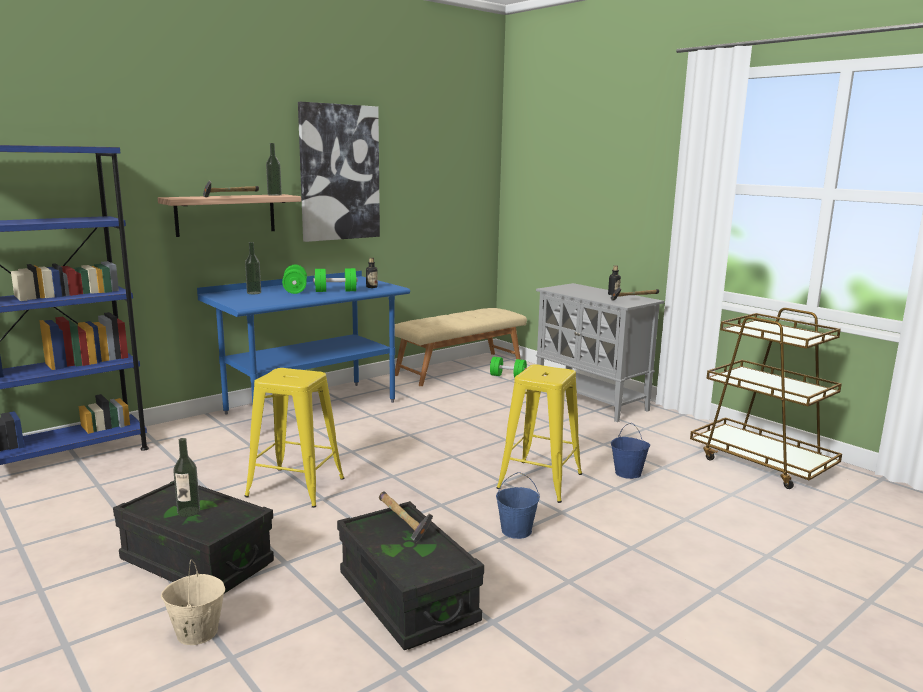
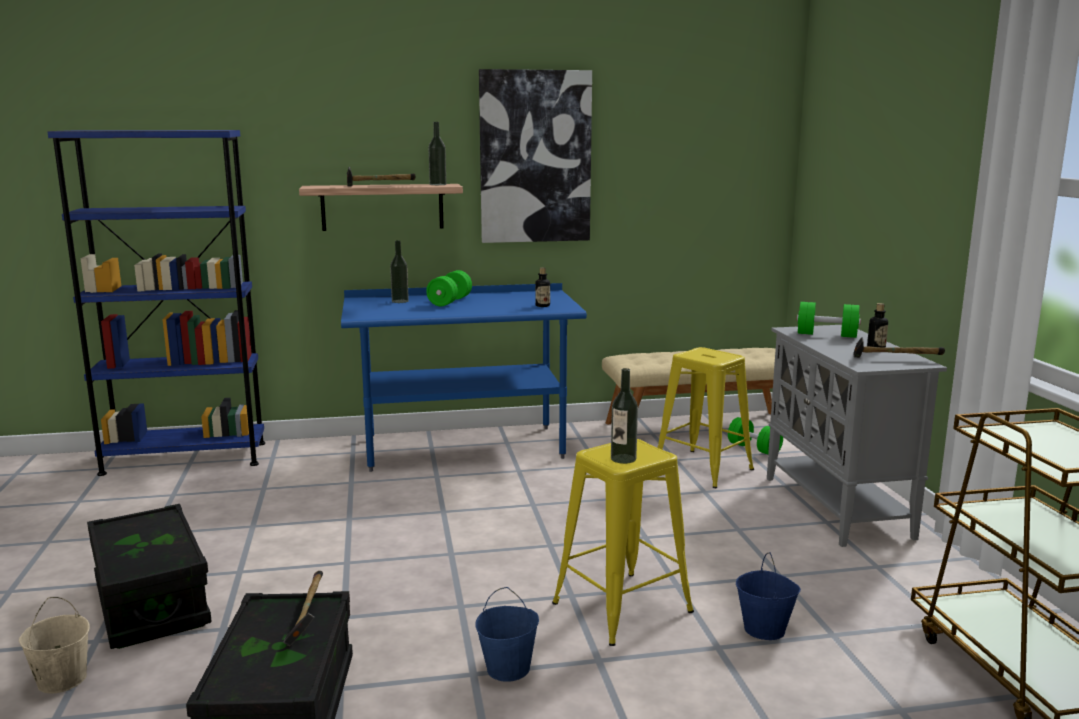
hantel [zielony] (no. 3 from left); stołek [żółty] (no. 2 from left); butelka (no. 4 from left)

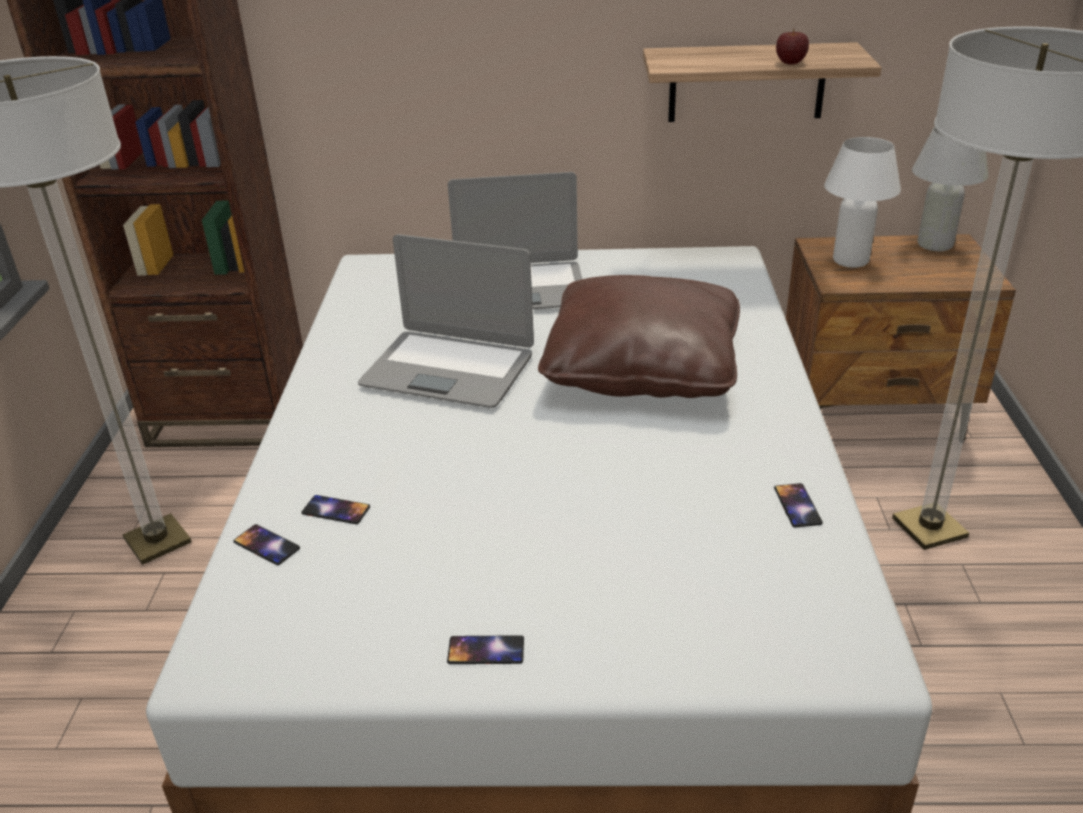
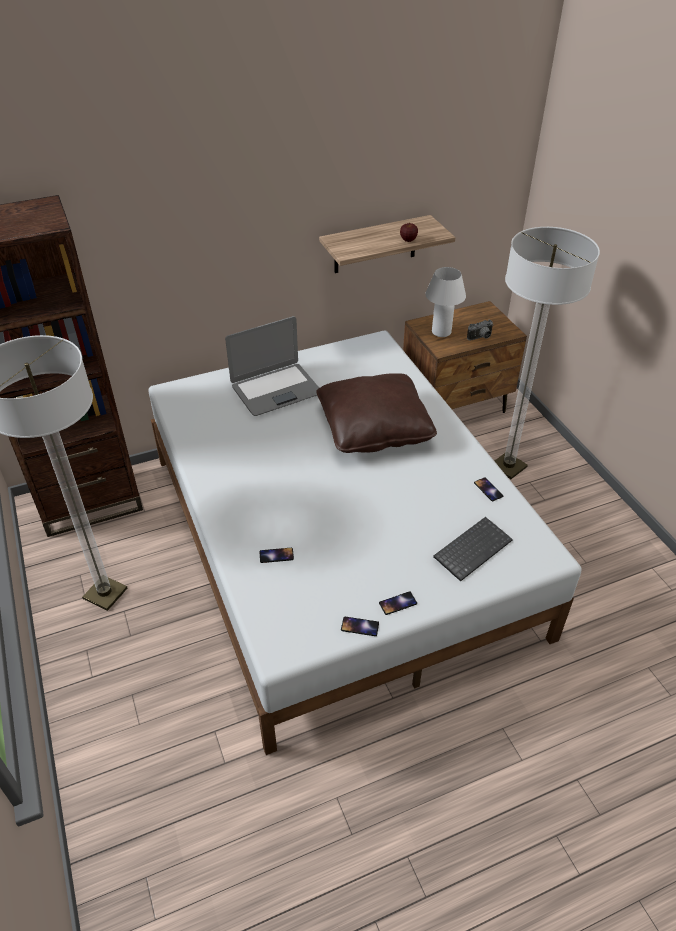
lampa stołowa [biały] (no. 2 from left in the first image); laptop (no. 1 from left in the first image); telefon (no. 2 from left); aparat fotograficzny; klawiatura

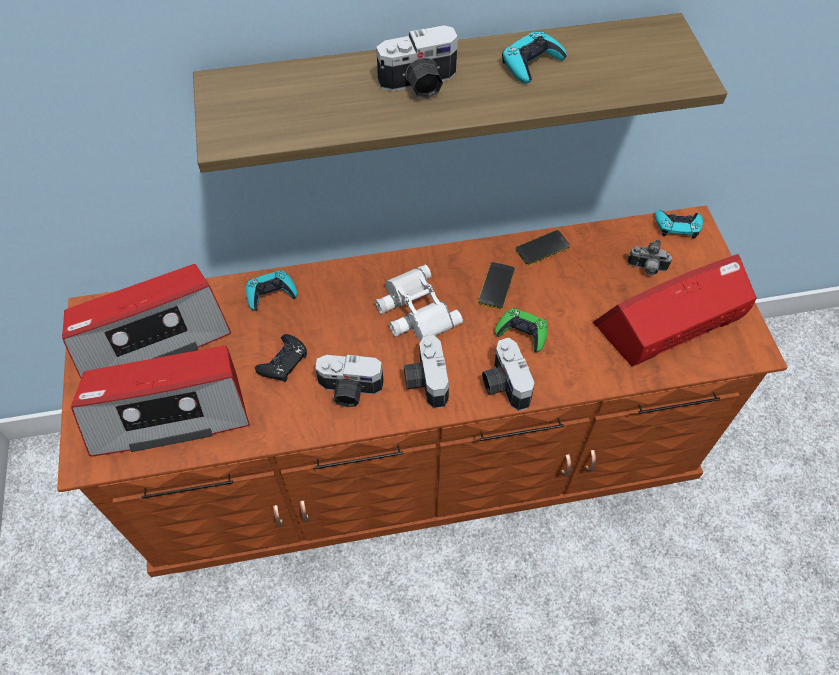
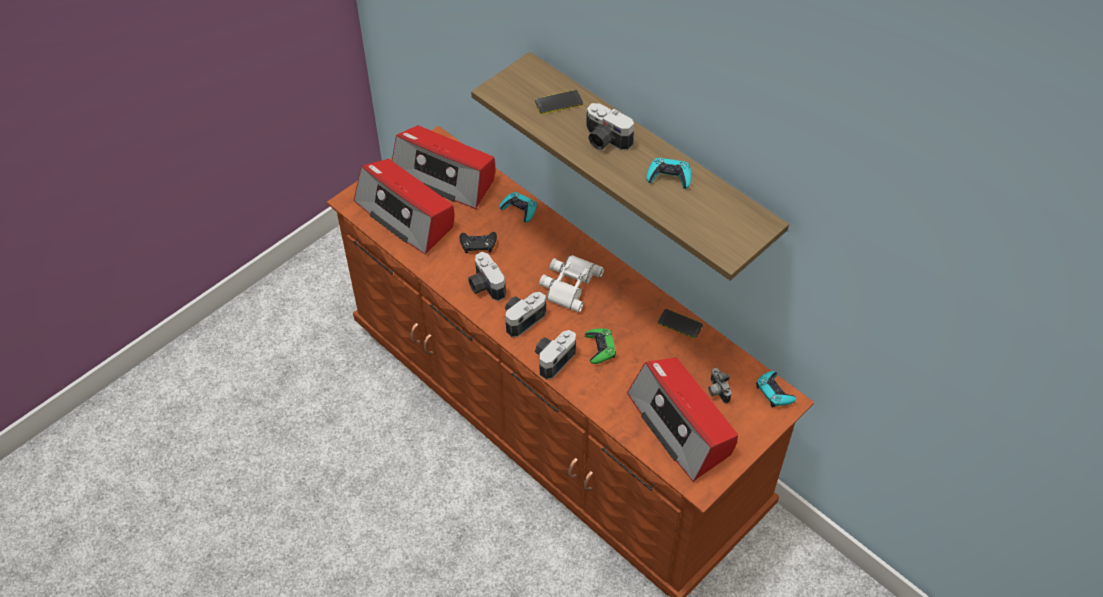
radio (no. 3 from left); telefon (no. 1 from left)

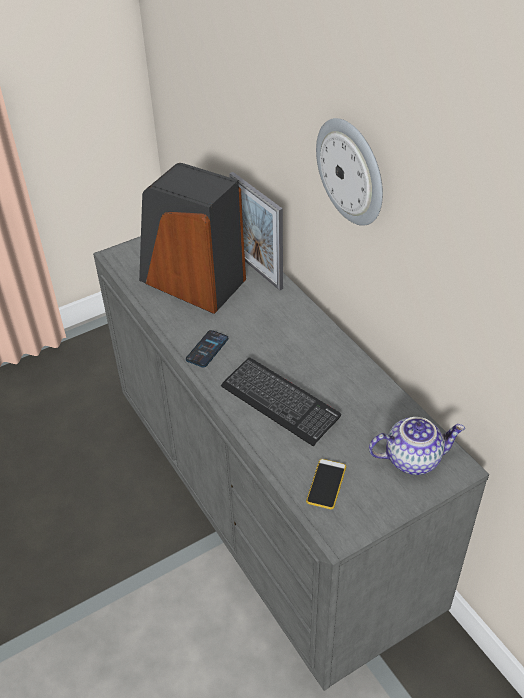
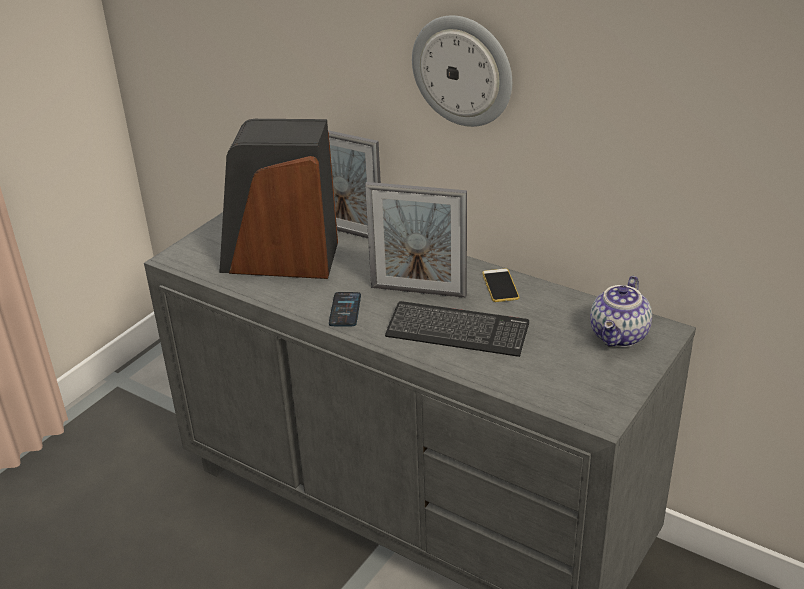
imbryk; telefon (no. 2 from left); ramka na zdjęcie (no. 2 from left)

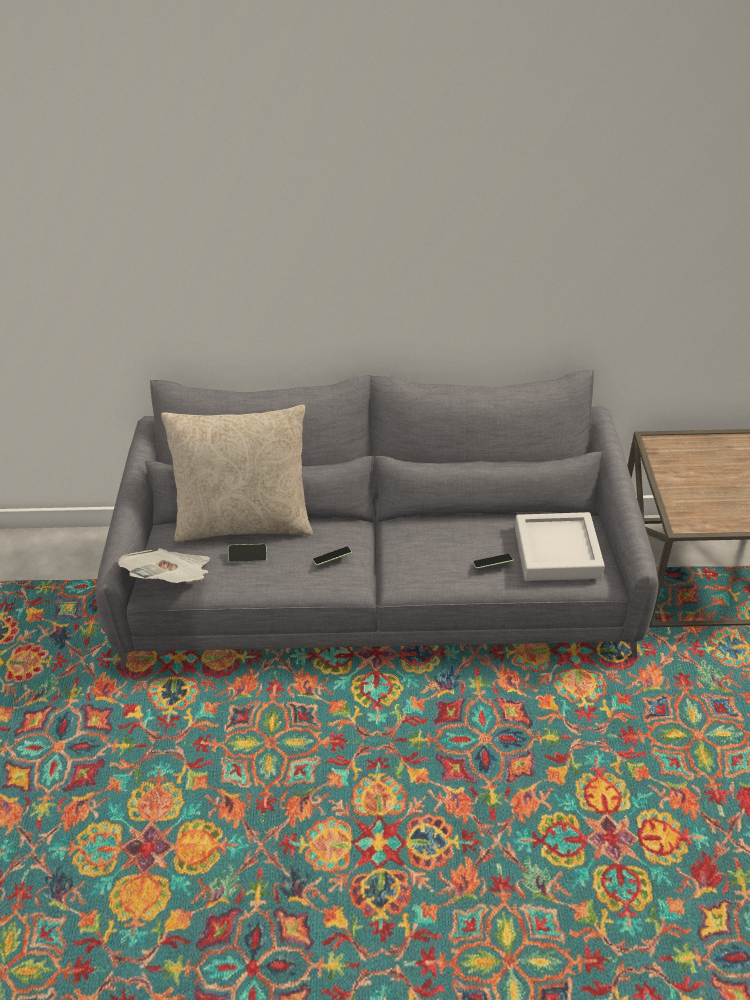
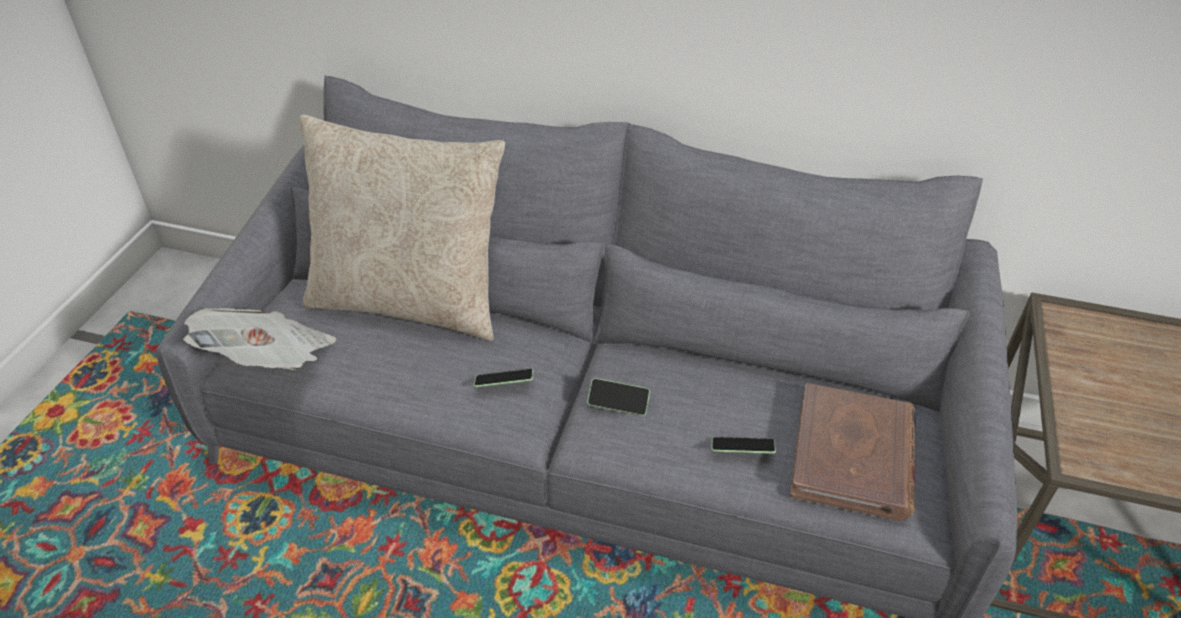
książka [brązowy]; telefon (no. 2 from left)

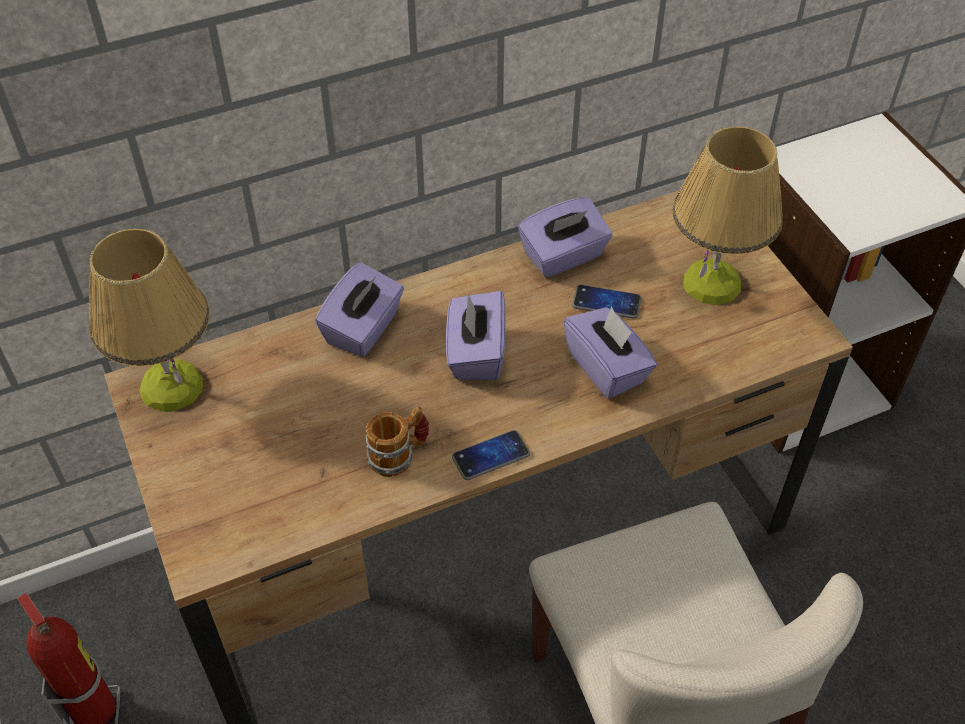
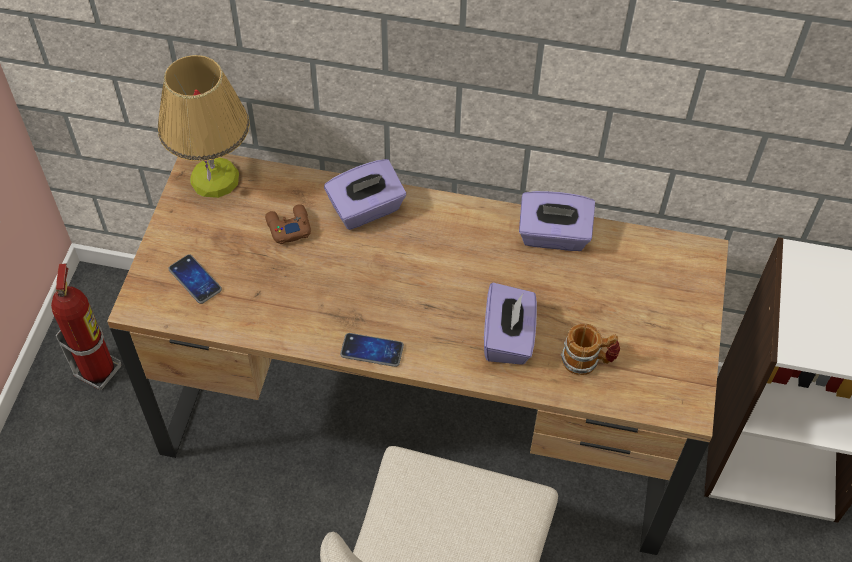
lampa stołowa (no. 2 from left in the first image); telefon (no. 1 from left); pudełko chusteczek [fioletowy] (no. 2 from left in the first image); kubek; pad do gier [brązowy]

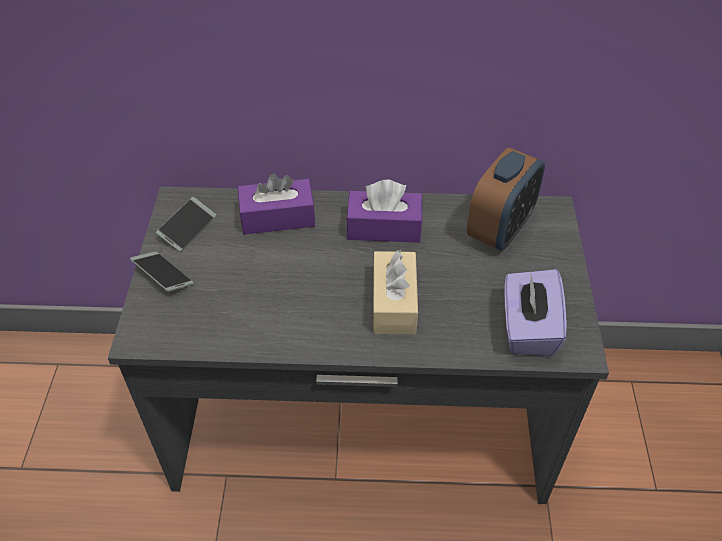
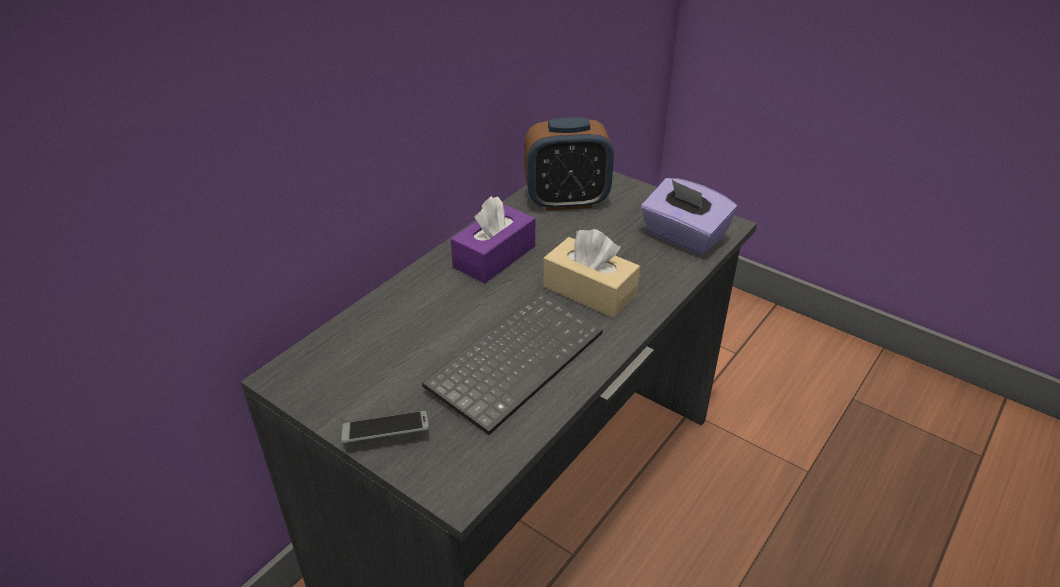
budzik; pudełko chusteczek [fioletowy] (no. 1 from left in the first image); telefon (no. 2 from left in the first image); klawiatura

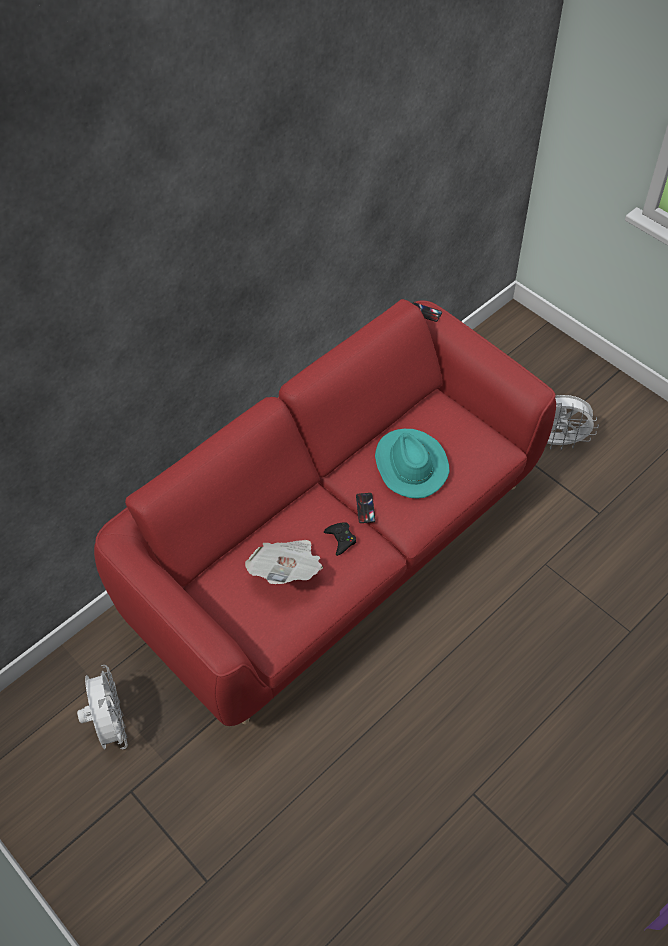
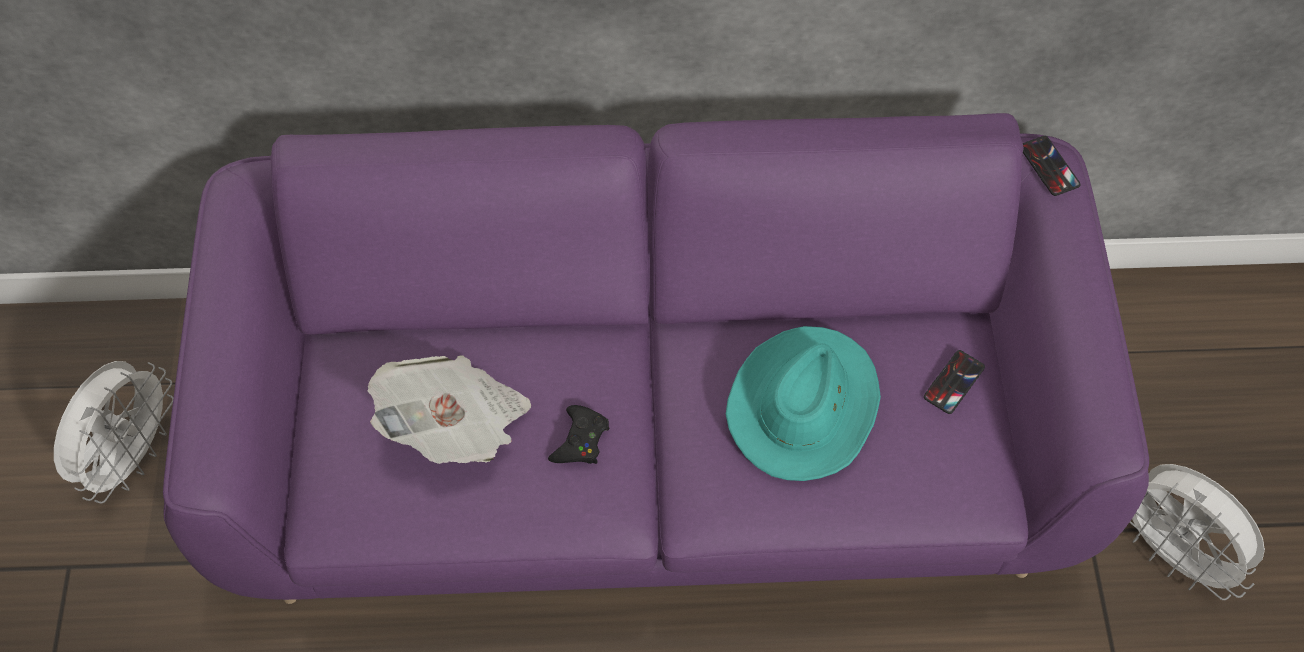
kanapa [fioletowy]; telefon (no. 1 from left)

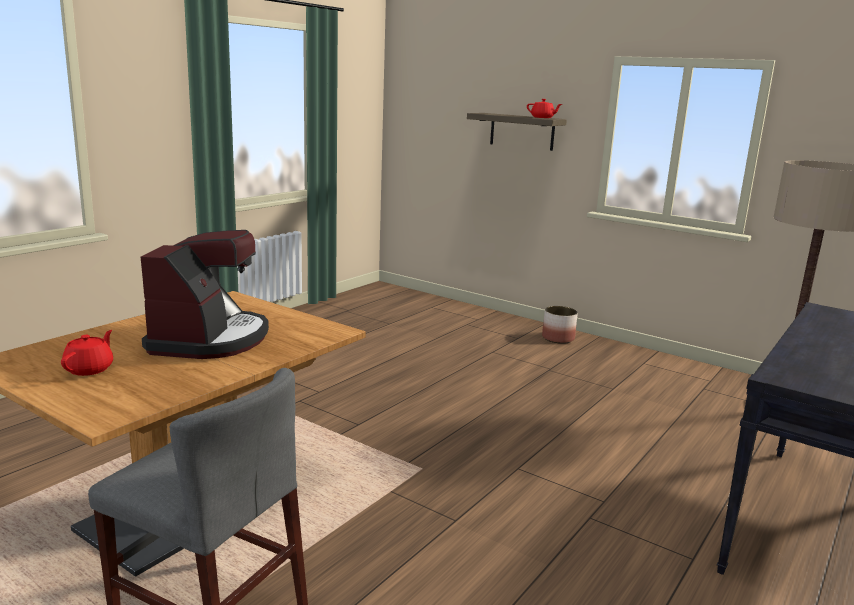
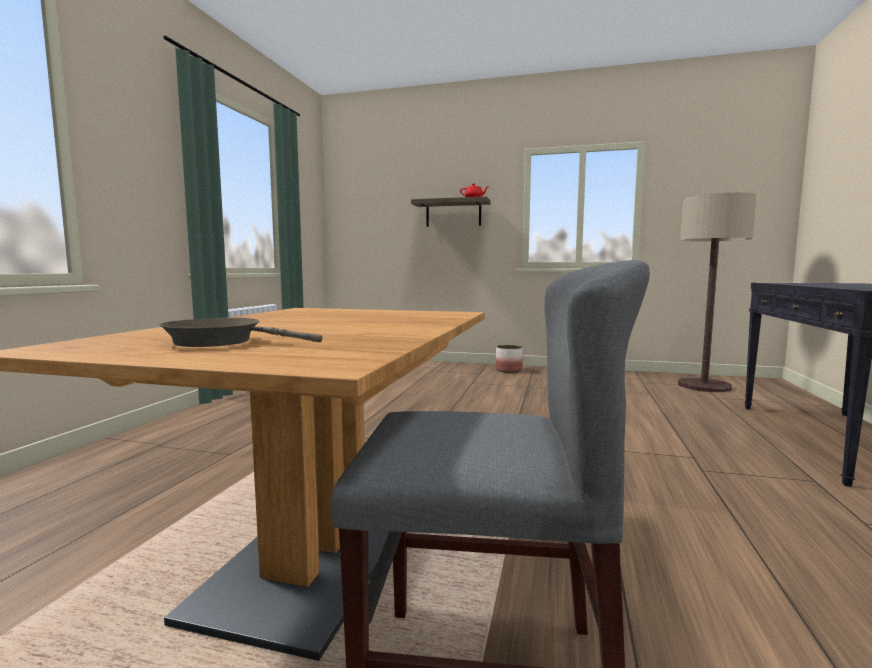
ekspres do kawy; patelnia [brązowy]

